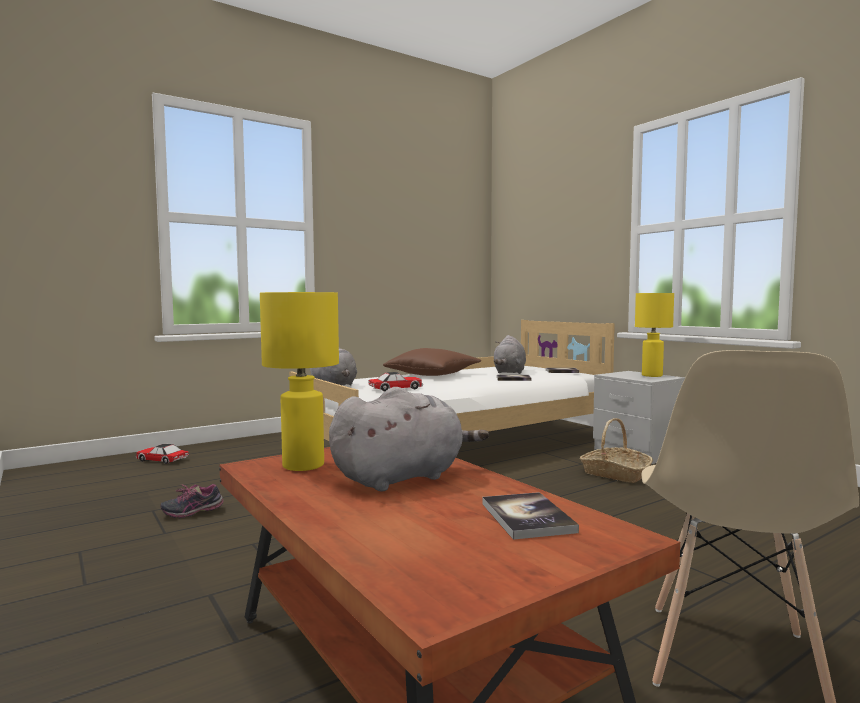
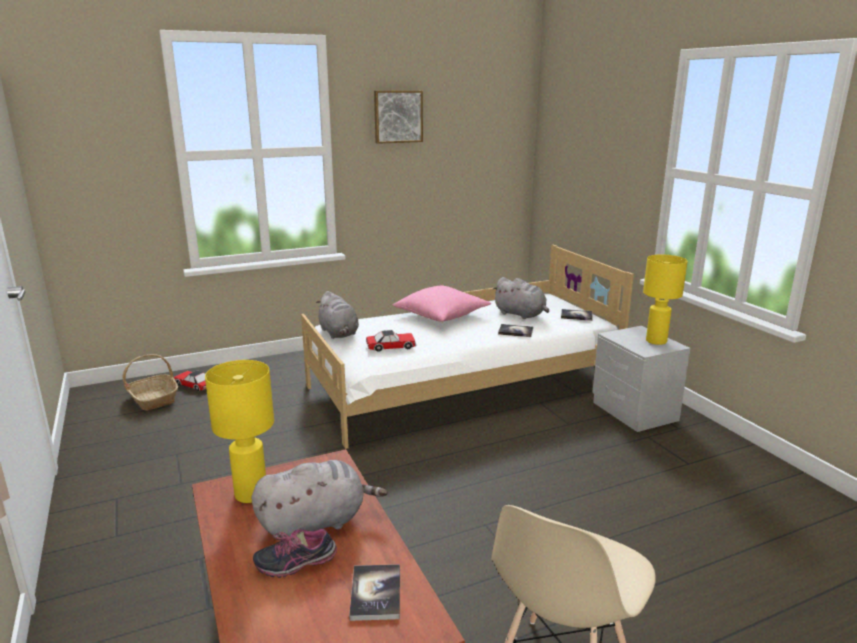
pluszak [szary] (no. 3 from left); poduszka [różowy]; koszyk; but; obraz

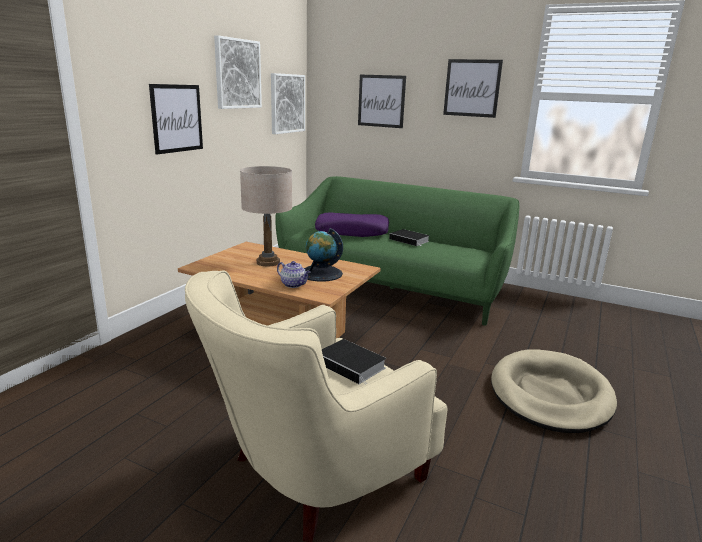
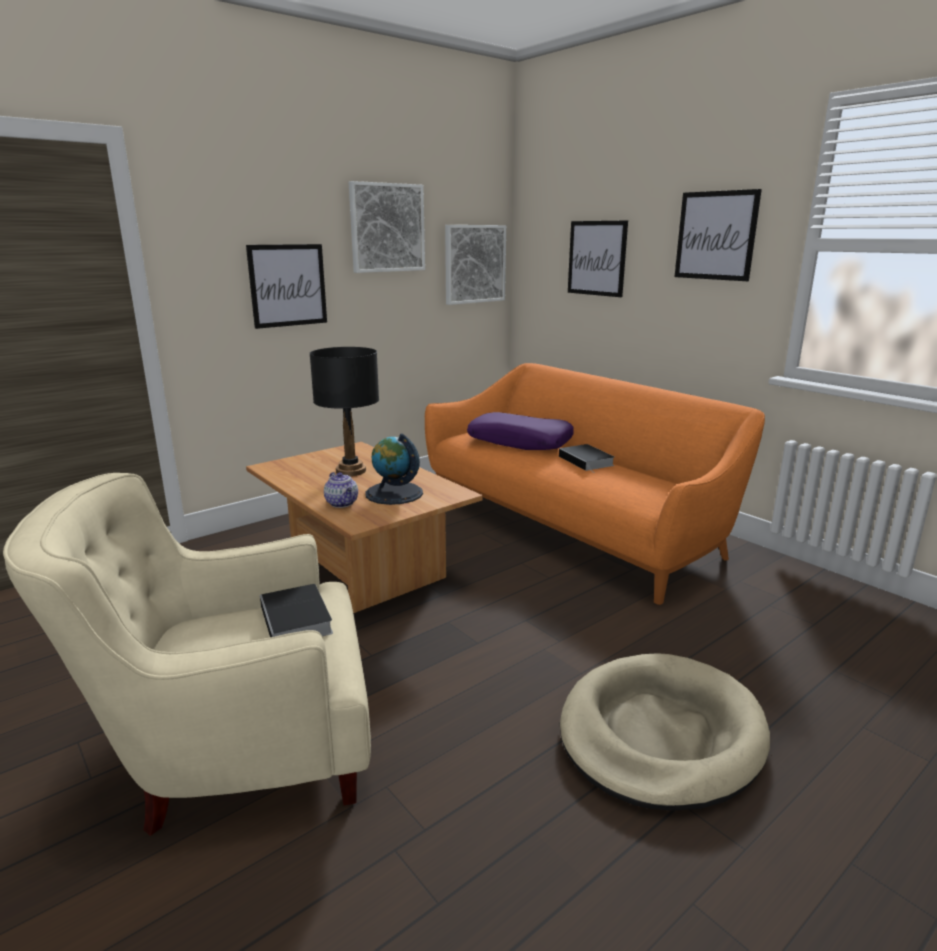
lampa stołowa [czarny]; kanapa [pomarańczowy]

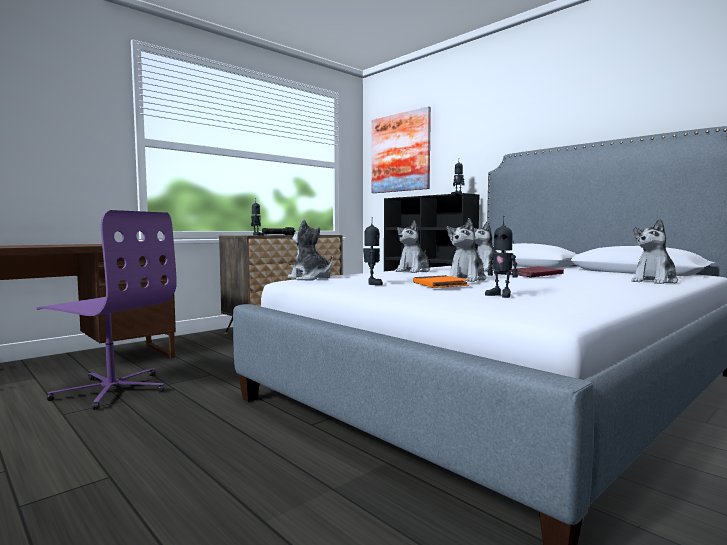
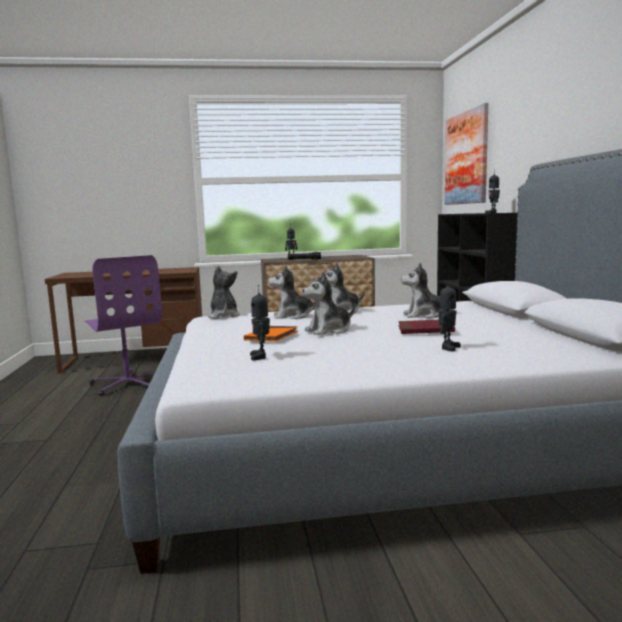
robot zabawkowy (no. 3 from left); pluszak (no. 2 from left)

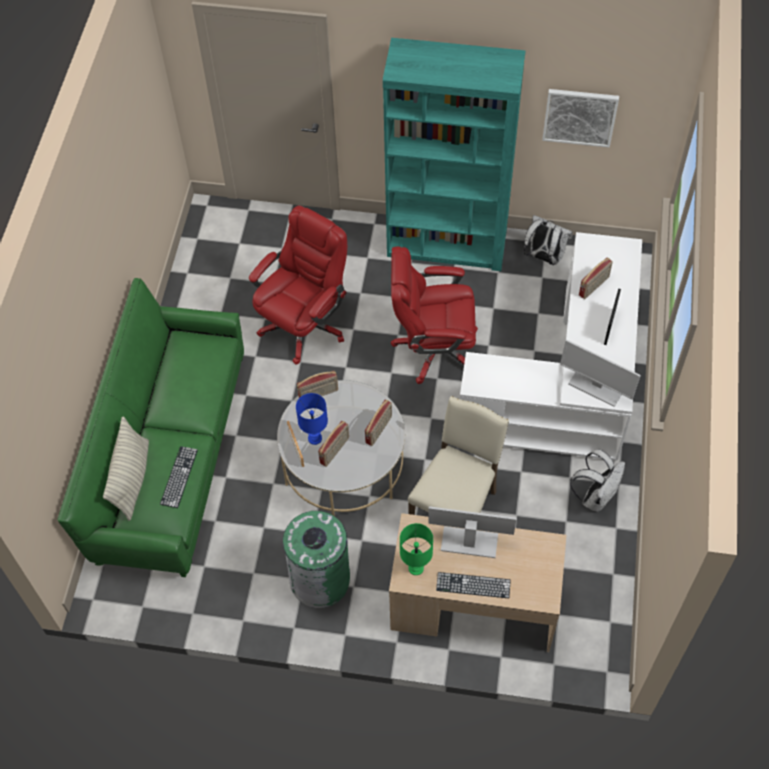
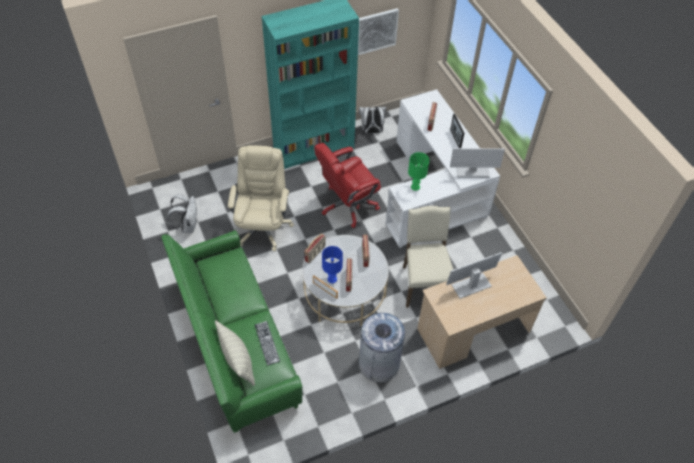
krzesło biurowe [beżowy]; plecak [biały] (no. 1 from left); kosz na śmieci [szary]; lampa stołowa [zielony]; klawiatura (no. 2 from left in the first image)

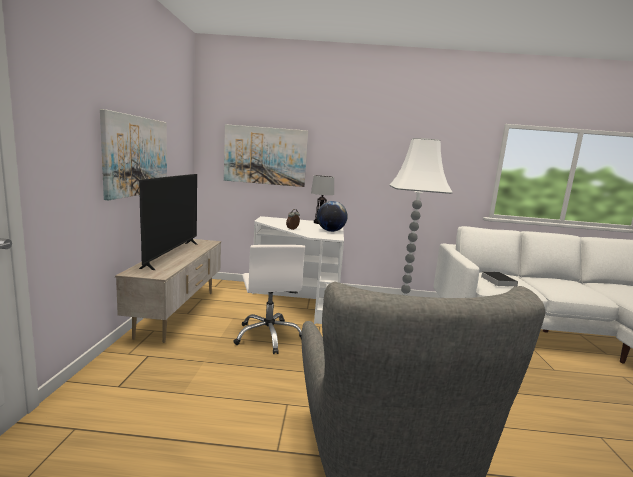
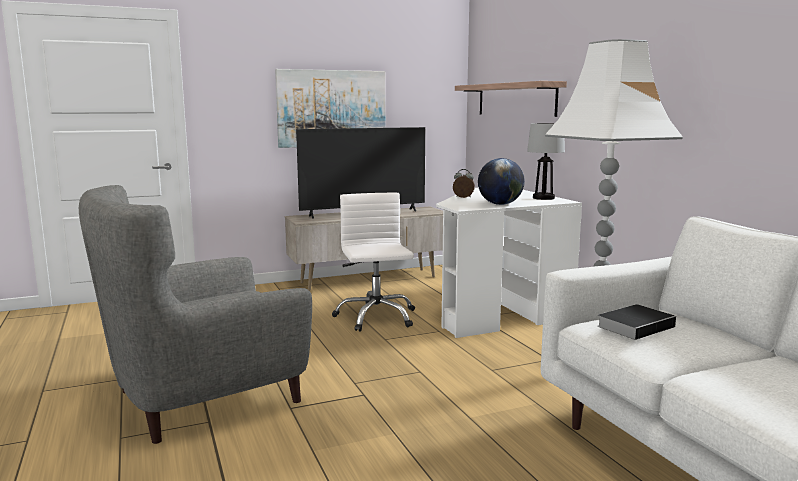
półka; krzesło biurowe [biały]

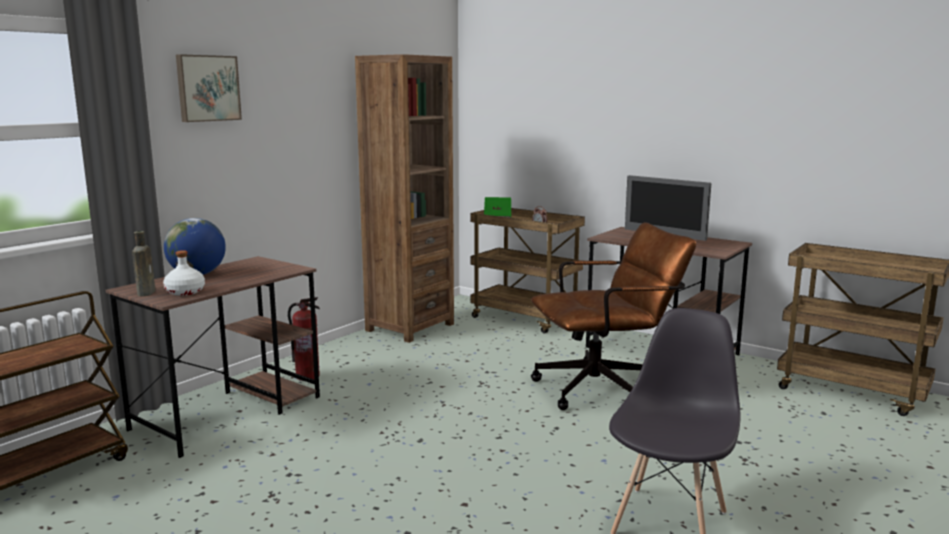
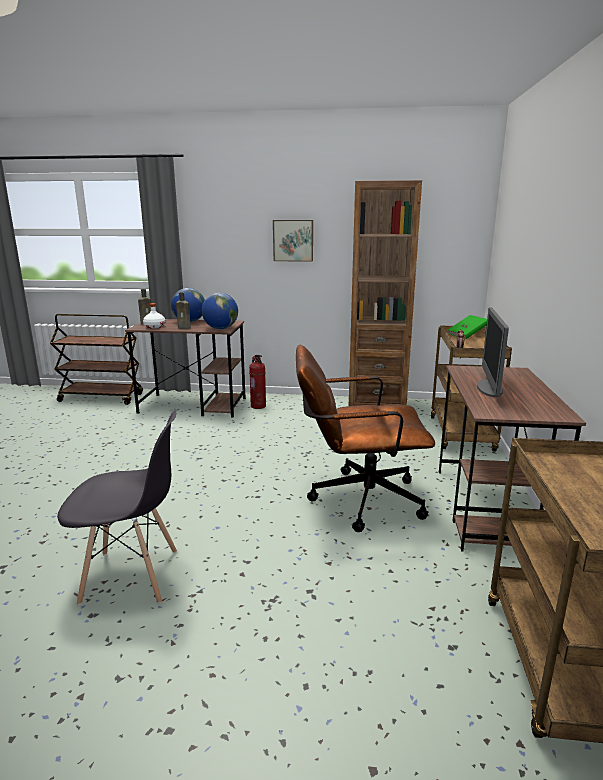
obraz; krzesło biurowe [brązowy]; butelka [brązowy] (no. 2 from left); globus (no. 2 from left)

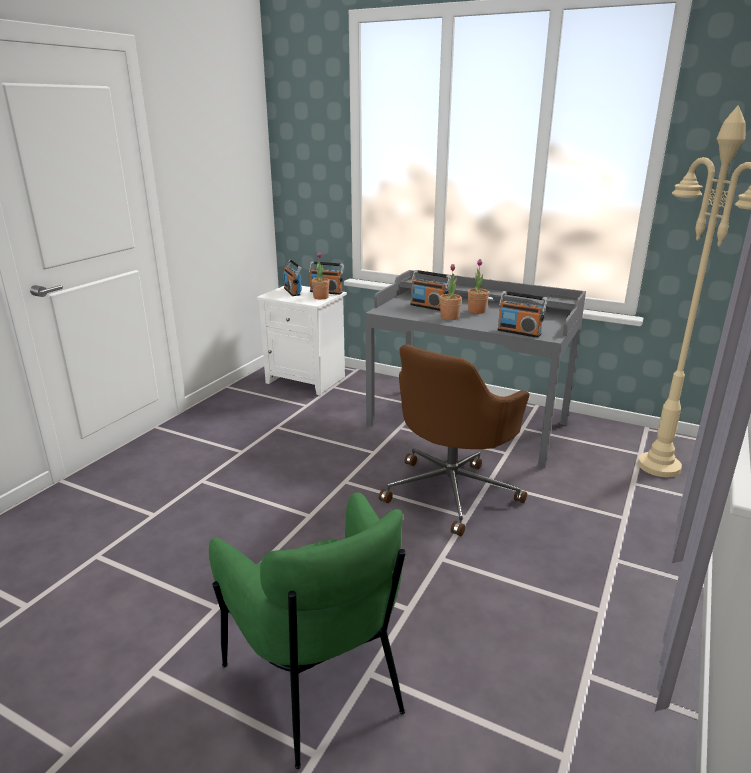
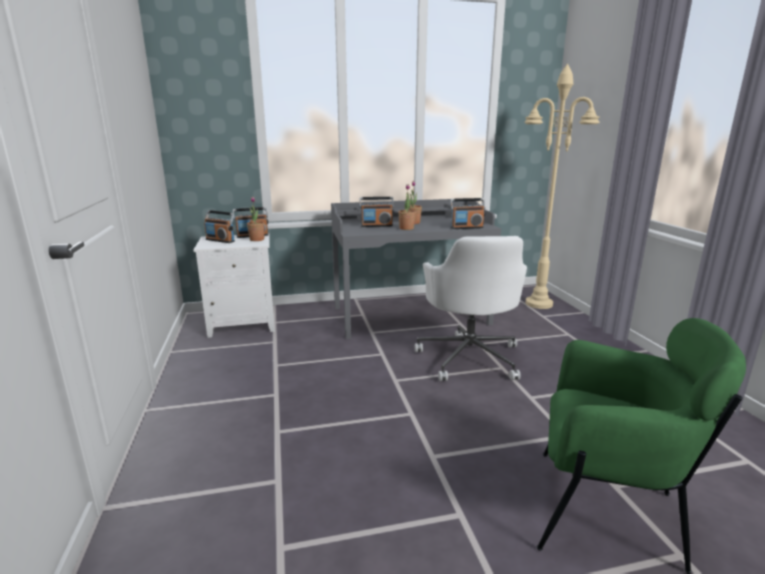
krzesło biurowe [biały]

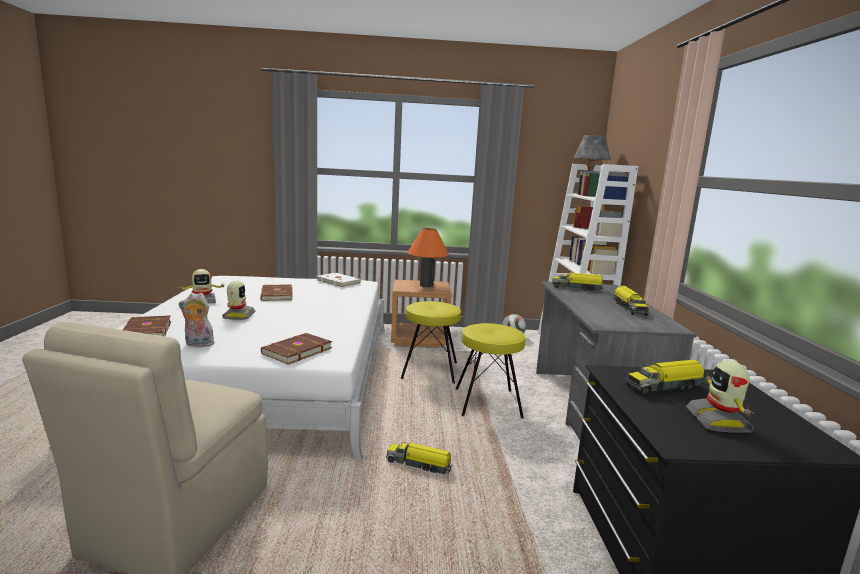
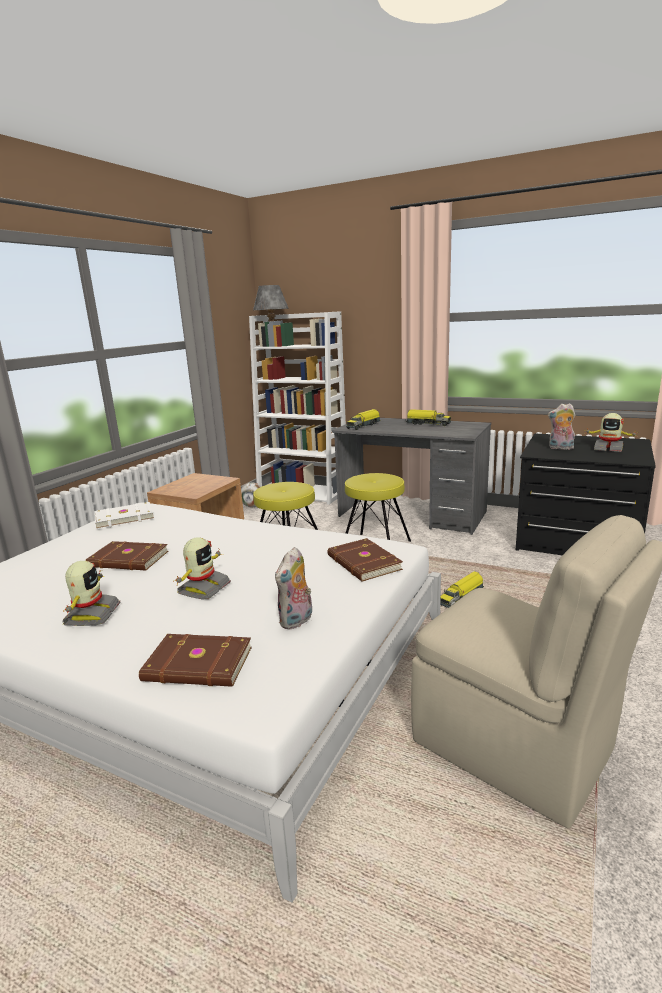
lampa stołowa [pomarańczowy]; robot zabawkowy (no. 2 from left); pluszak (no. 2 from left)

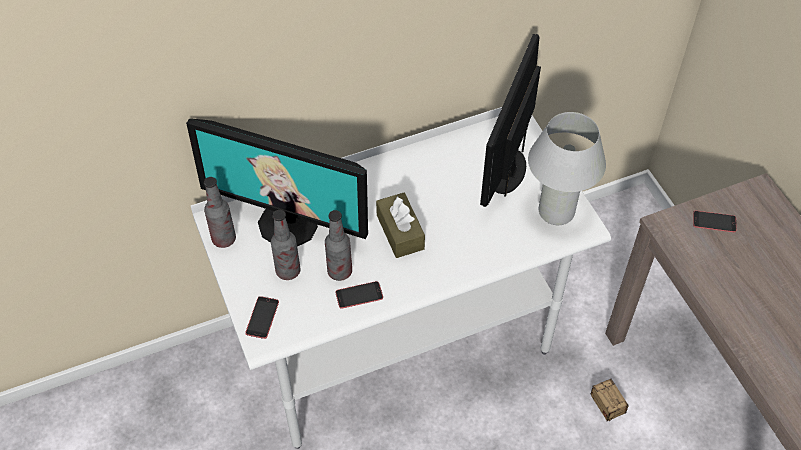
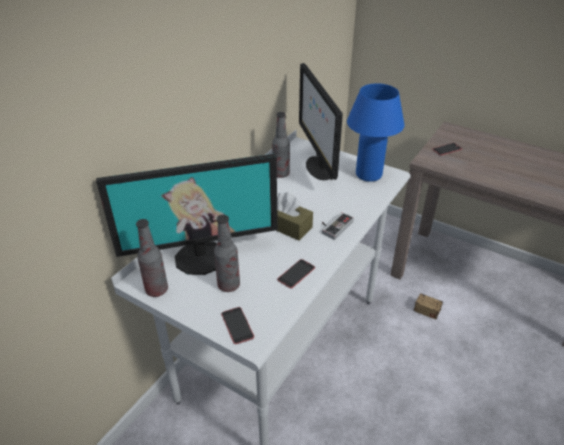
lampa stołowa [niebieski]; butelka (no. 3 from left); pad do gier

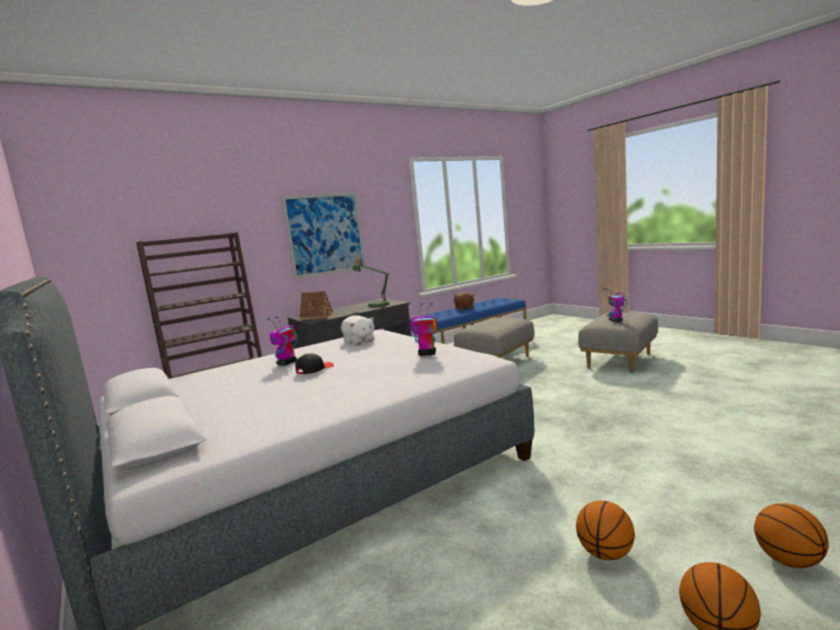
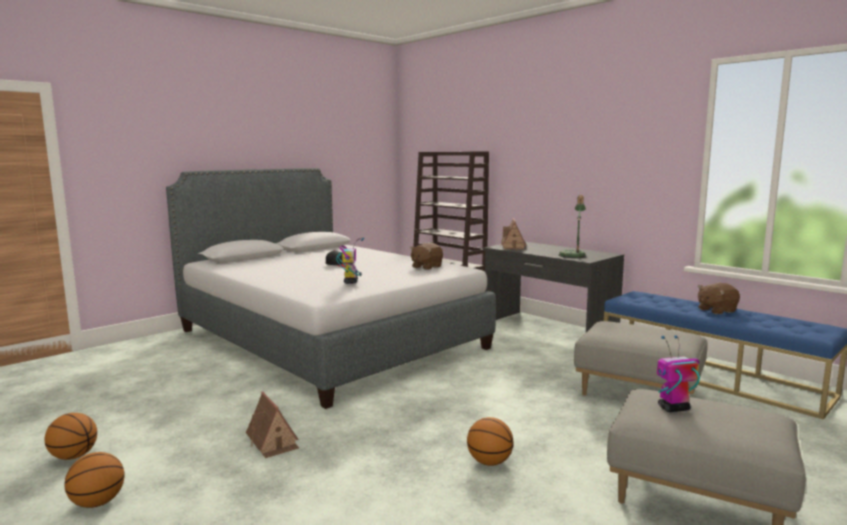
obraz; pluszak [brązowy] (no. 1 from left); robot zabawkowy (no. 1 from left in the first image); piłka do koszykówki (no. 3 from left); domek (no. 1 from left)

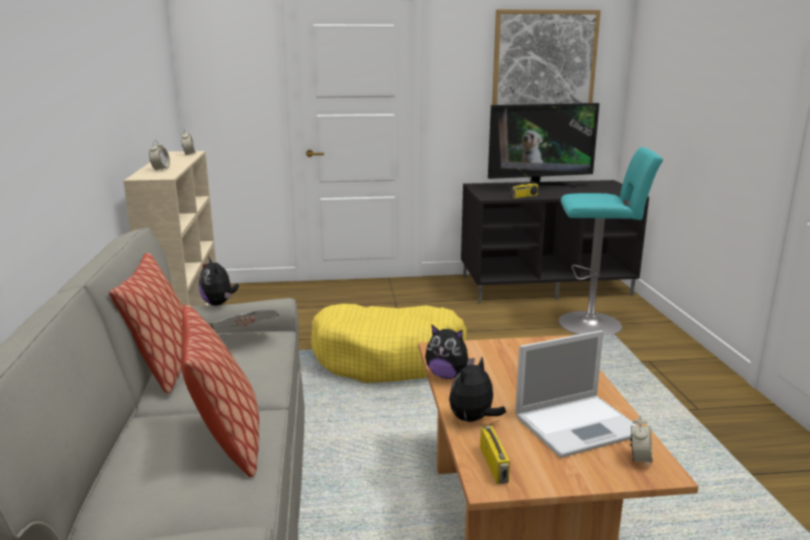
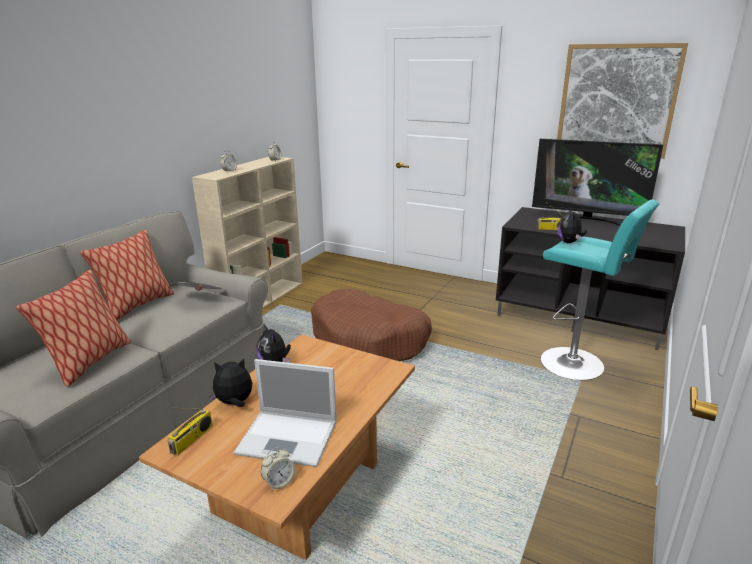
pluszak (no. 3 from left); legowisko [brązowy]

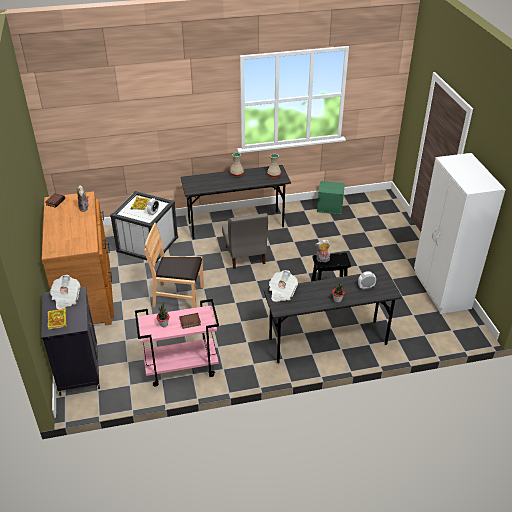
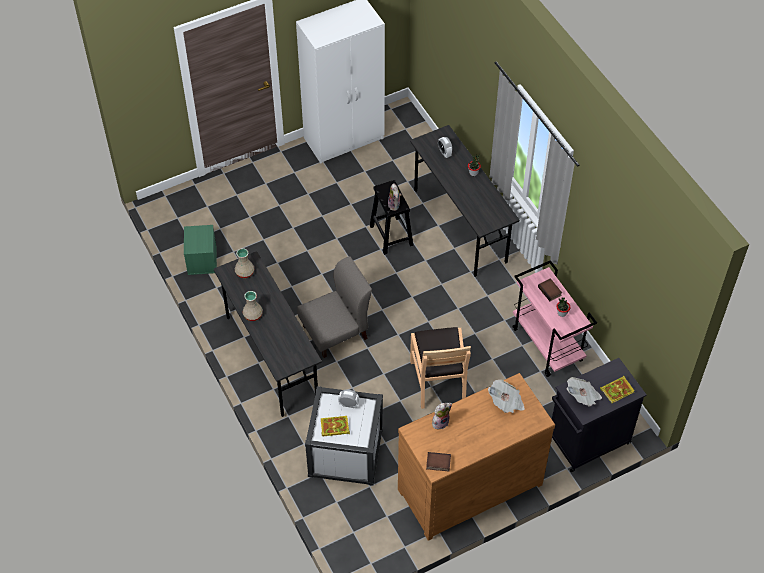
gazeta (no. 1 from left)

